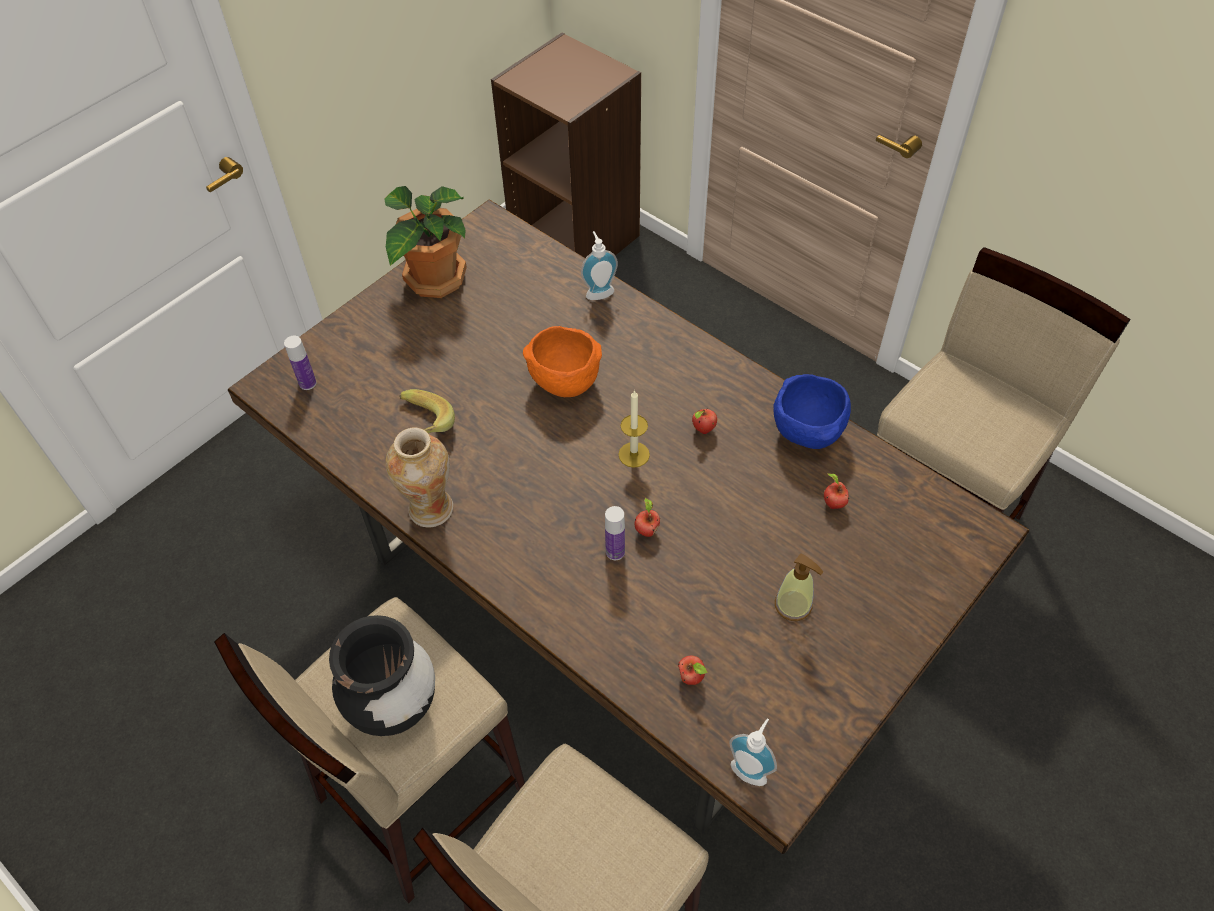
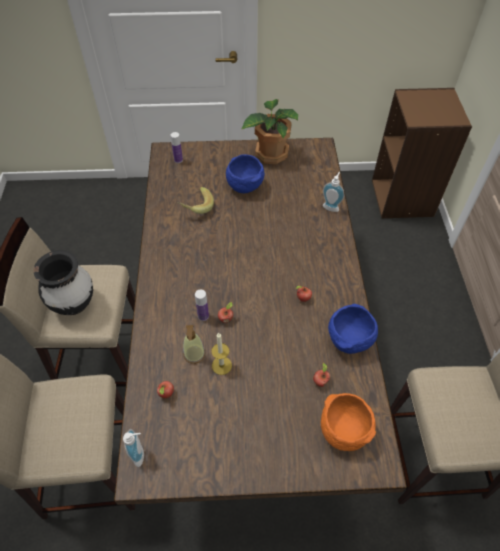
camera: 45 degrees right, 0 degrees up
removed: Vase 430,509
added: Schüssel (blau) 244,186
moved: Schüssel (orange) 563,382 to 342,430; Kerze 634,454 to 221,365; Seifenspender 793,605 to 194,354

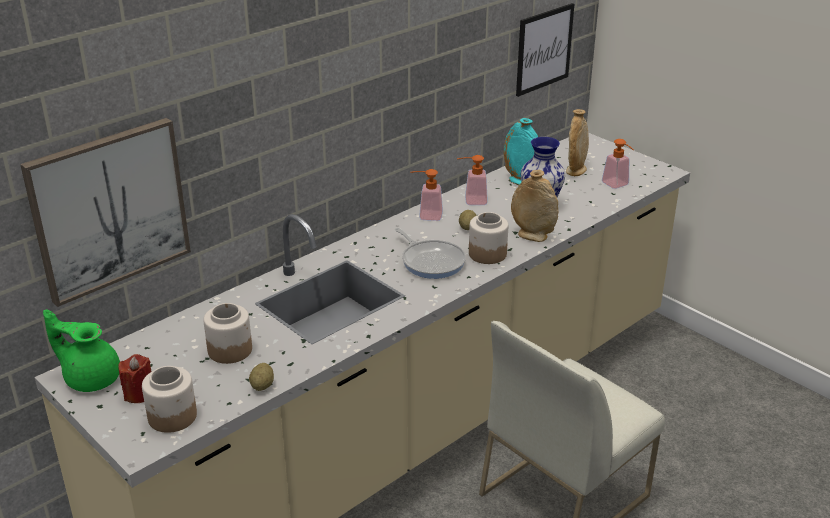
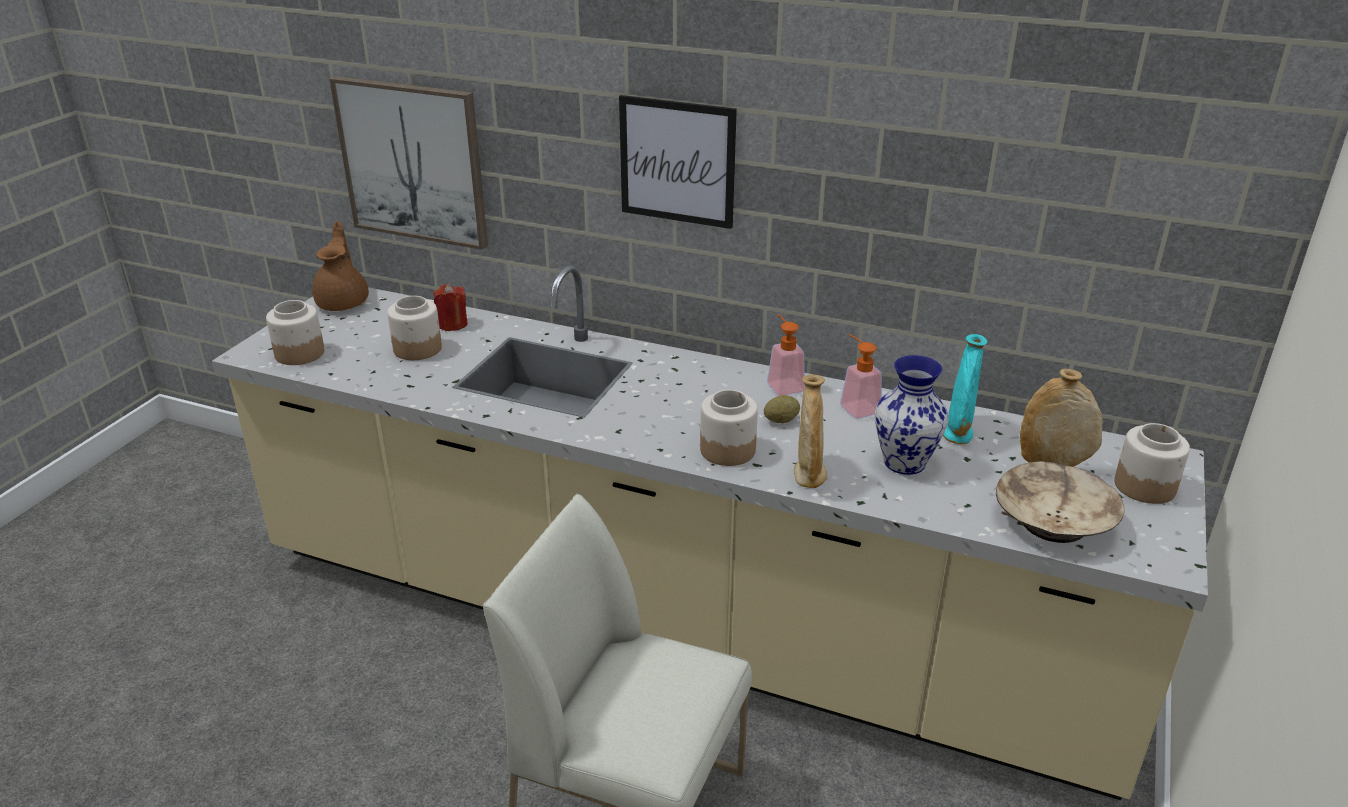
camera: 65 degrees right, 0 degrees up
removed: Kartoffel 262,386; Pfanne 431,261
added: Vorratsglas 1144,486
moved: Kerze (rot) 139,394 to 452,324; Bild 544,49 to 677,161
replaced: Seifenspender 618,185 to Schüssel (beige) 1053,522
recoloured: Teekanne (grün) 91,378 to Teekanne (braun) 344,302

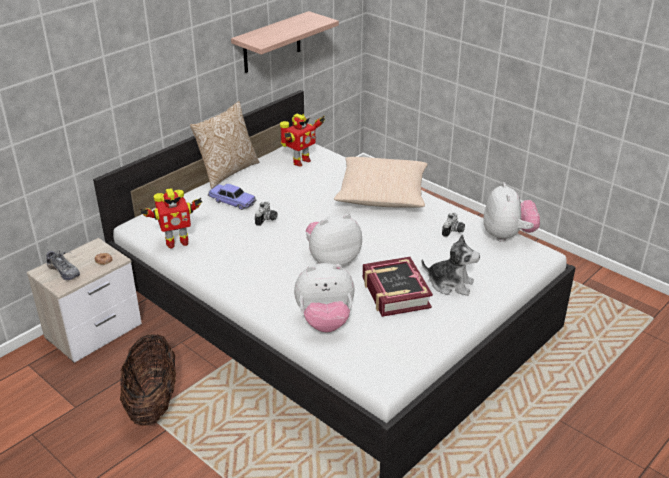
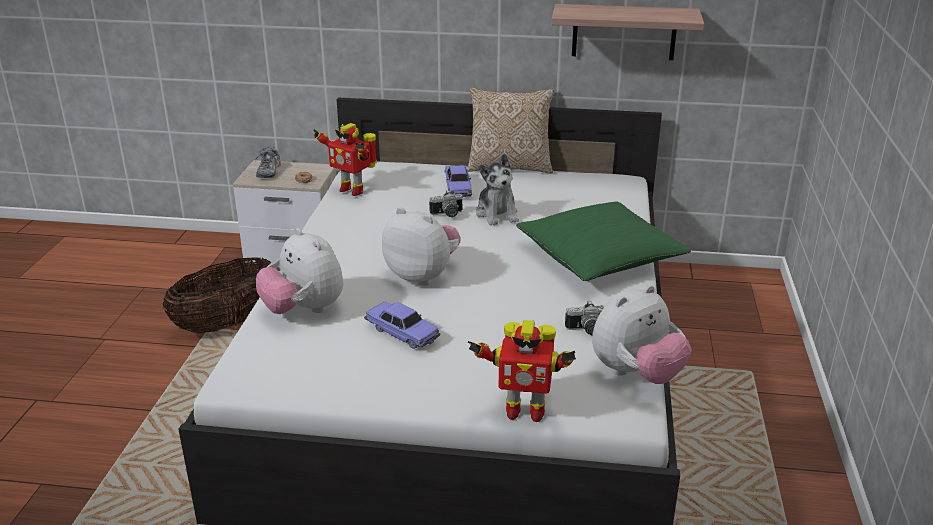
camera: 55 degrees right, 5 degrees down
moved: Spielzeugroboter 300,161 to 523,411; Plüschtier 450,284 to 497,214
replaced: Buch 395,293 to Spielzeugauto 402,333
recoloured: Kissen (beige) 382,194 to Kissen (grün) 600,257

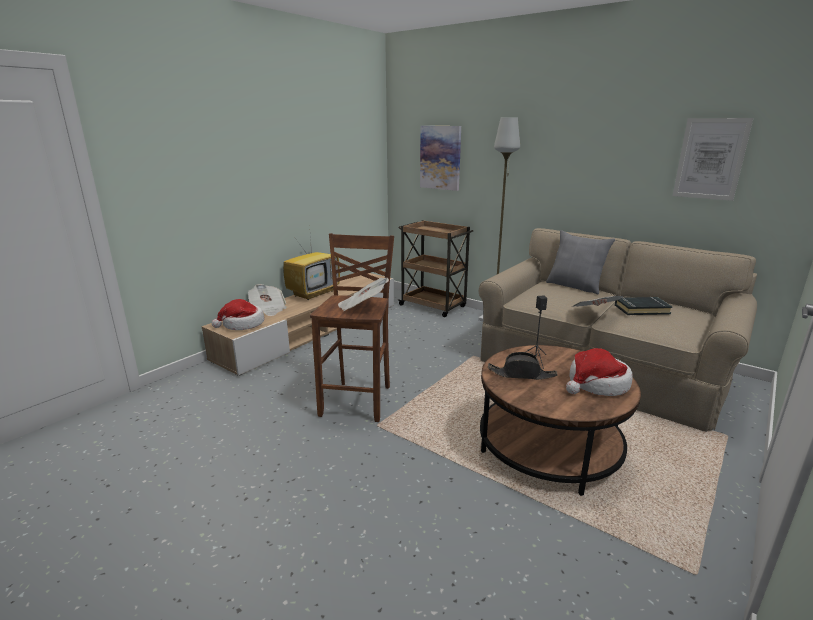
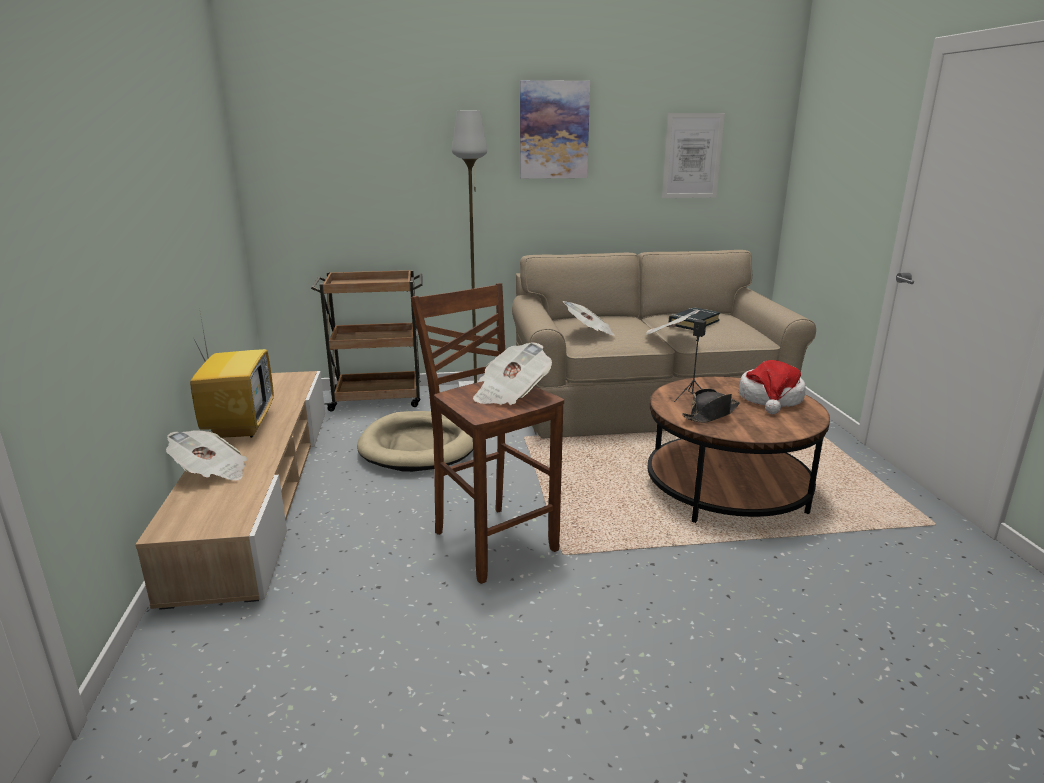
camera: 45 degrees left, 0 degrees up
removed: Hut 242,324; Kissen (grau) 575,286
added: Hundebett (beige) 420,446; Zeitung 589,332
moved: Bild 440,157 to 553,130

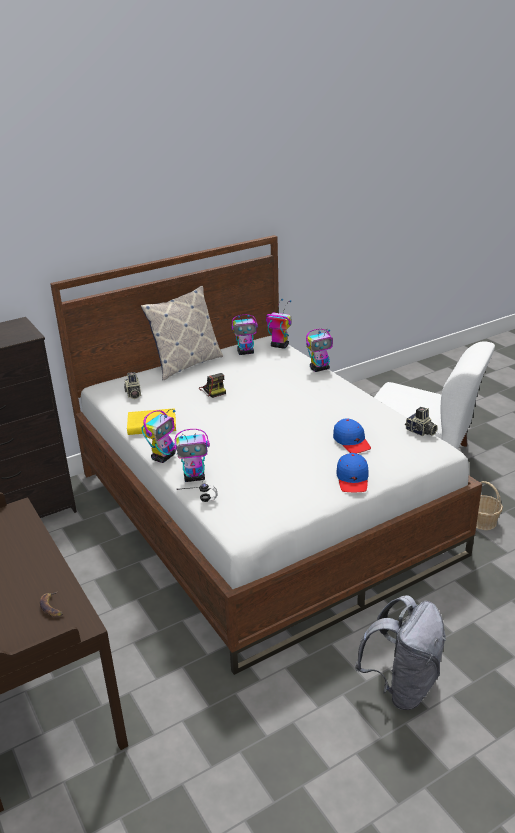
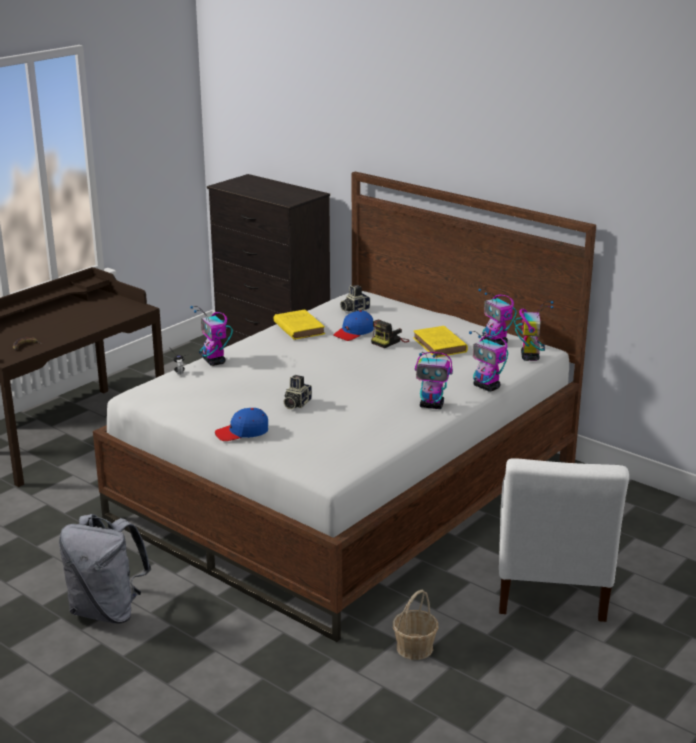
camera: 70 degrees right, 5 degrees down
removed: Kissen 186,364
added: Buch (gelb) 440,346
moved: Spielzeugroboter 163,457 to 432,405; Kappe (blau) 351,442 to 354,332; Kamera 420,432 to 296,404

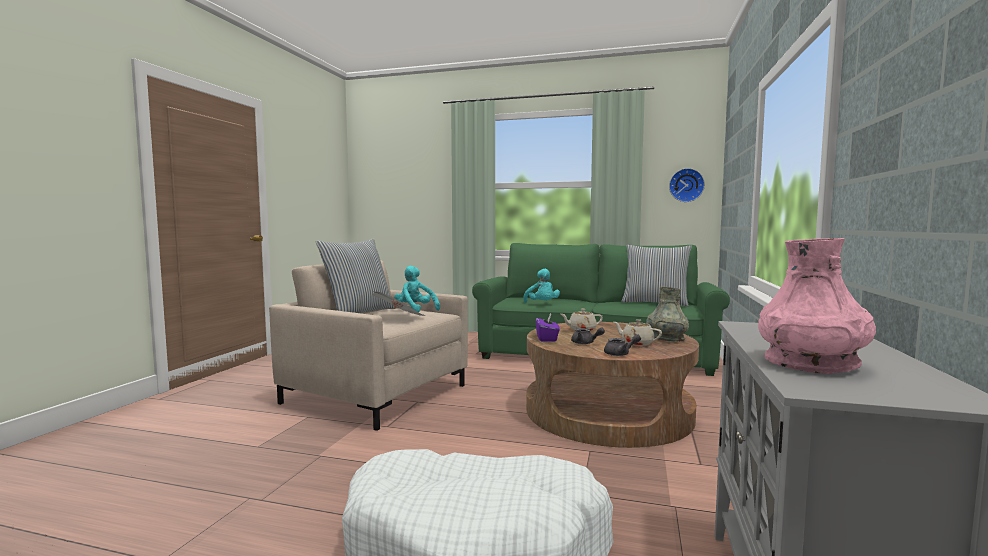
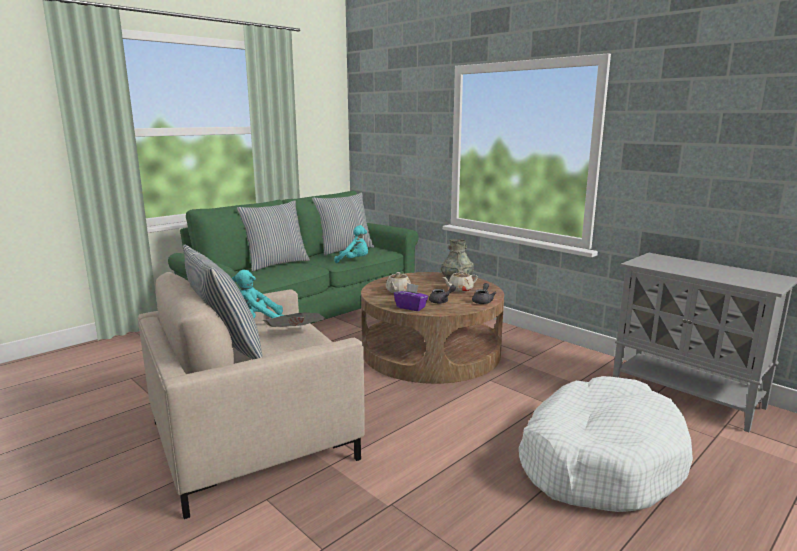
camera: 60 degrees left, 10 degrees up
removed: Wanduhr 686,185; Vase (rosa) 811,362
added: Kissen 276,264
moved: Plüschtier (türkis) 542,304 to 354,261

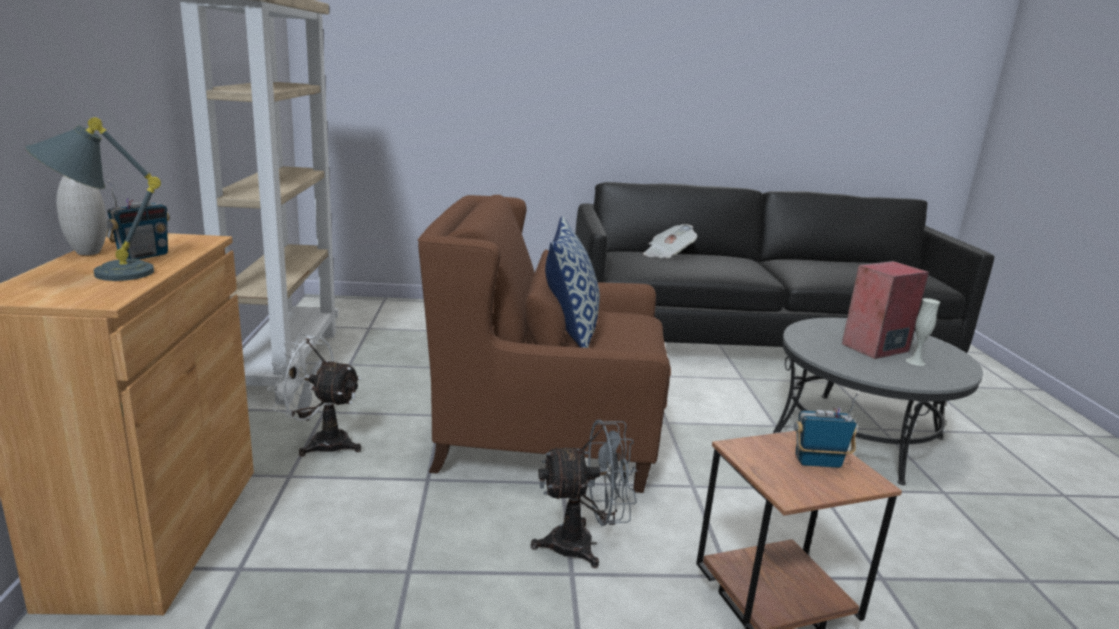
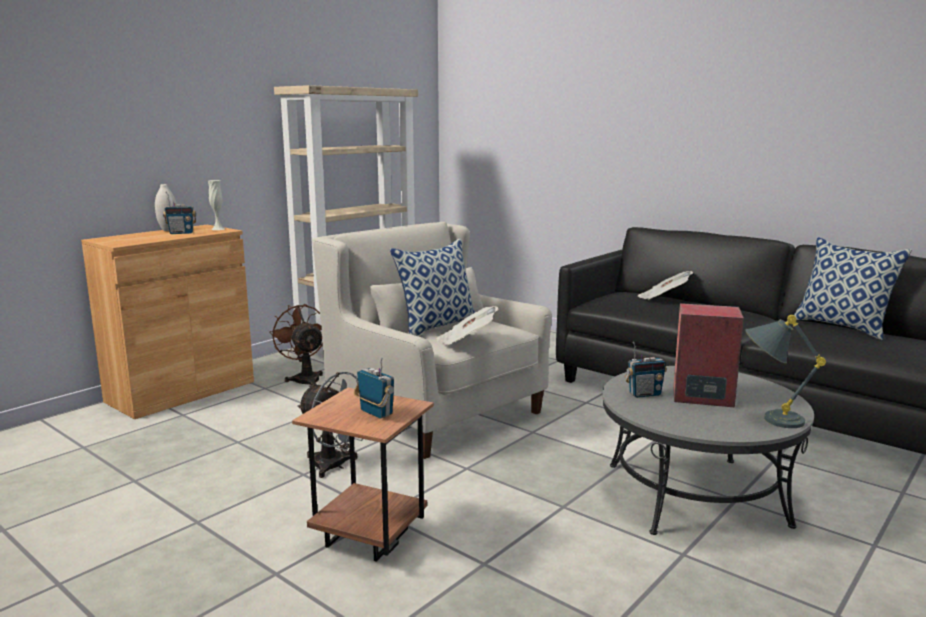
camera: 45 degrees right, 5 degrees down
added: Zeitung 466,341; Radio 644,394; Kissen 843,327
moved: Tischlampe (grau) 101,274 to 768,418; Vase (weiß) 915,361 to 218,229
recoloured: Ventilator (weiß) 321,443 to Ventilator (braun) 304,379; Sessel (braun) 545,432 to Sessel (weiß) 433,410

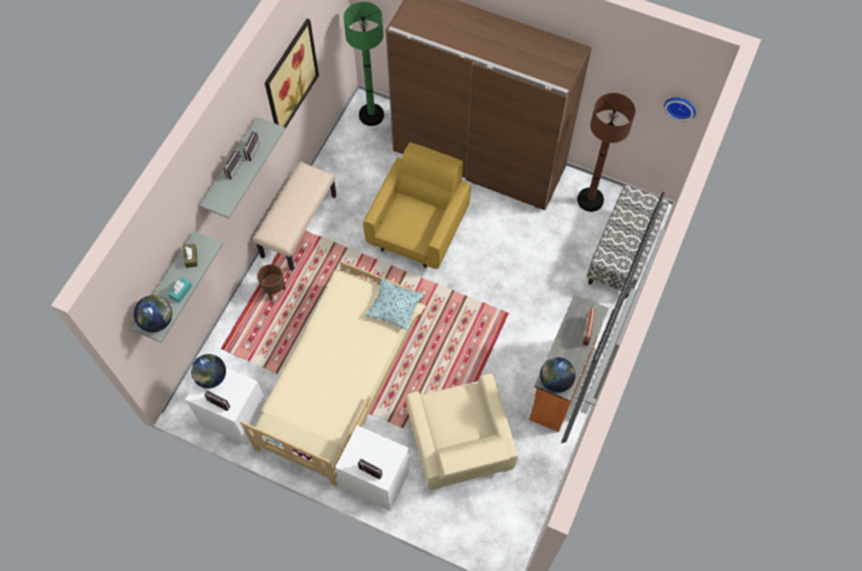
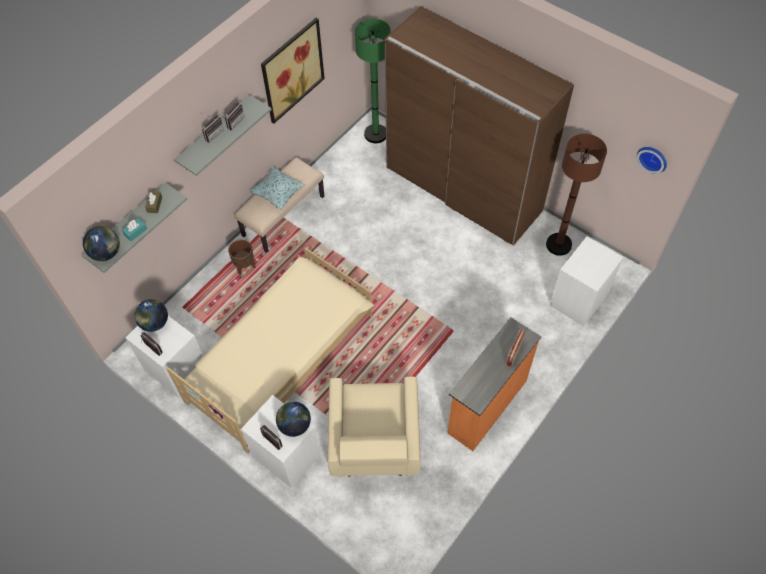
camera: 15 degrees right, 5 degrees down
removed: Sessel (gelb) 419,228
moved: Kissen 394,307 to 277,191; Globus 555,381 to 294,425
replaced: Bank 623,253 to Nachttisch (weiß) 578,299

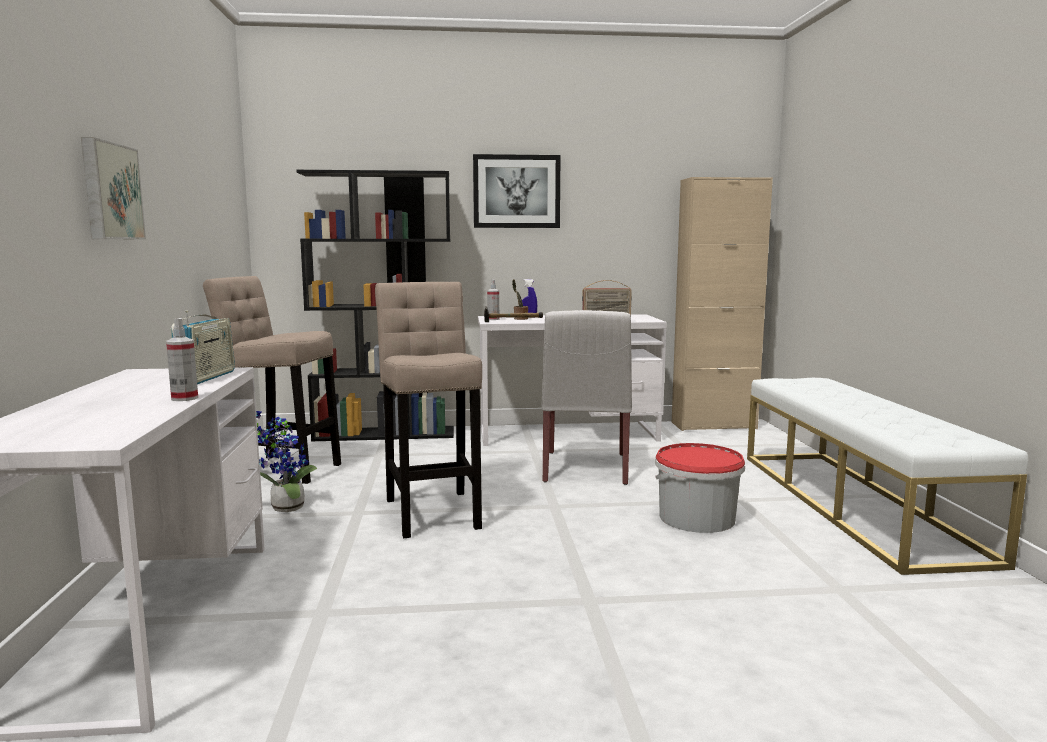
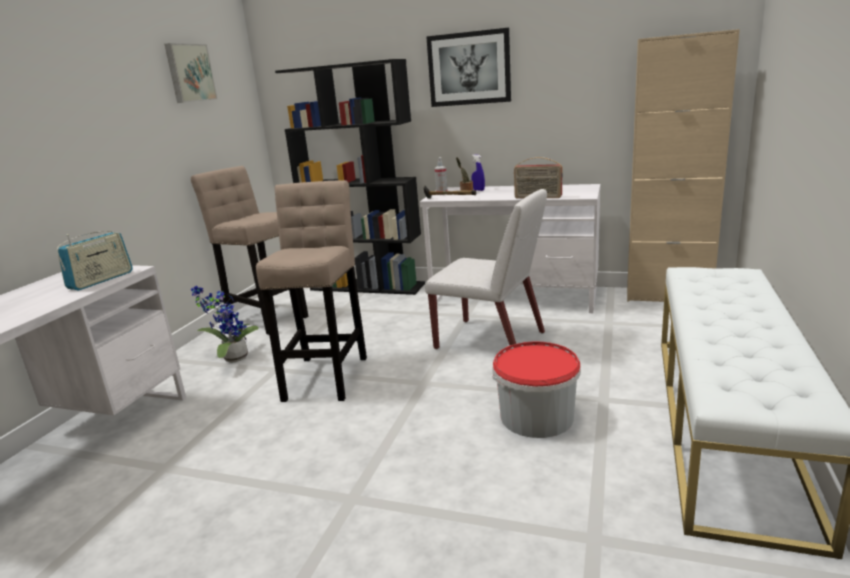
camera: 25 degrees right, 10 degrees up
removed: Sprühflasche 184,398
moved: Bild 109,192 to 189,73
turned: Stuhl (weiß) 585,468 = 491,341 90 degrees counterclockwise

